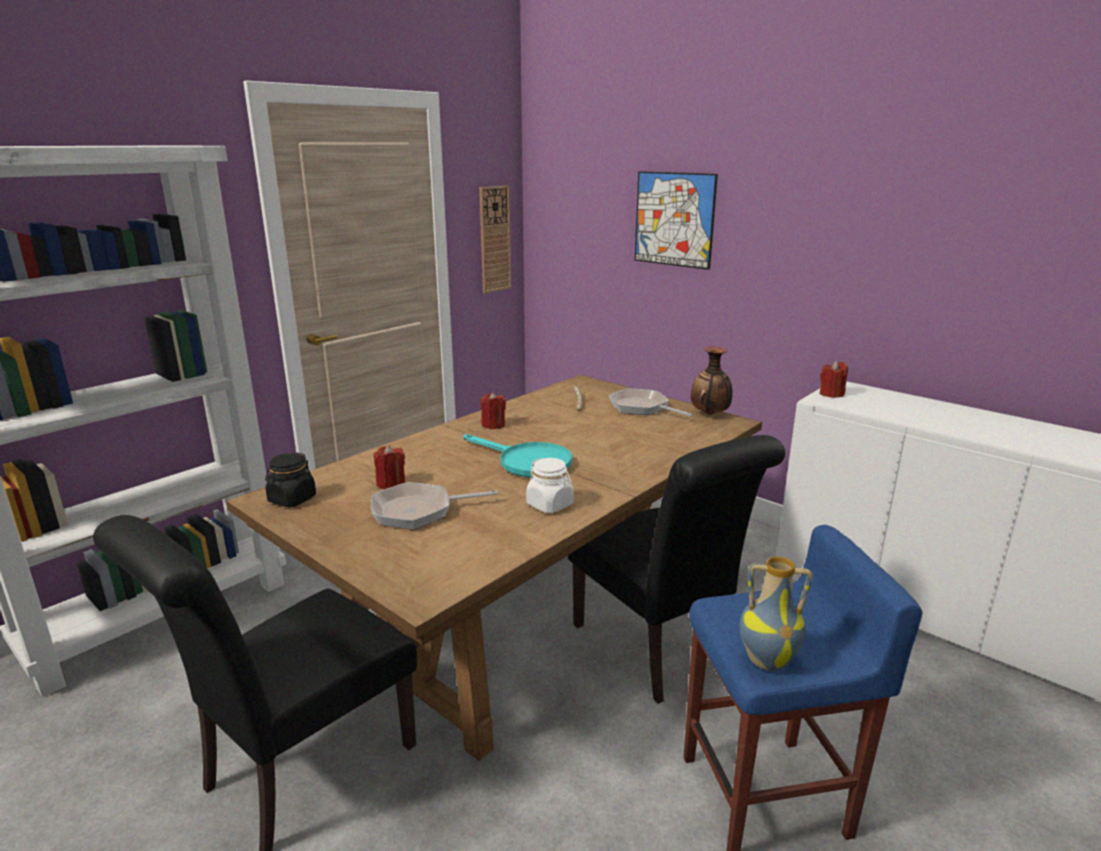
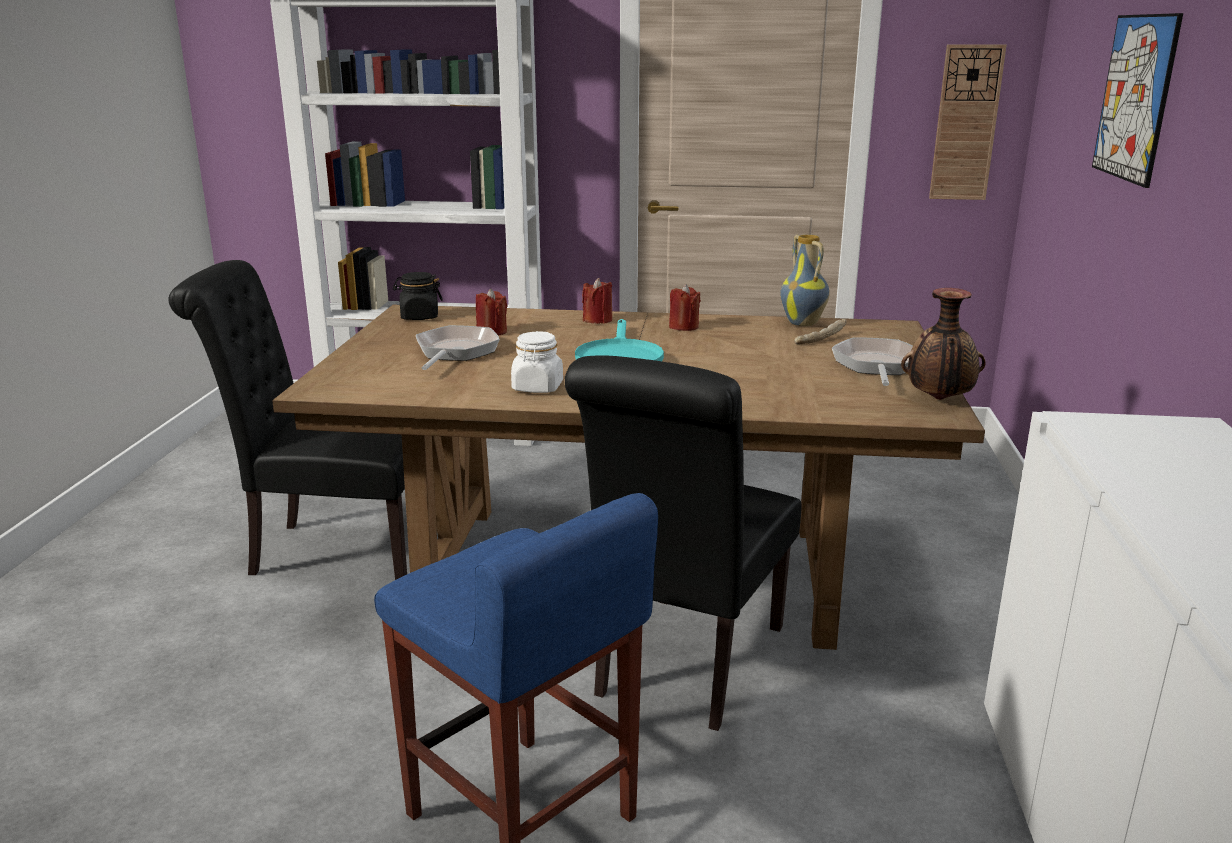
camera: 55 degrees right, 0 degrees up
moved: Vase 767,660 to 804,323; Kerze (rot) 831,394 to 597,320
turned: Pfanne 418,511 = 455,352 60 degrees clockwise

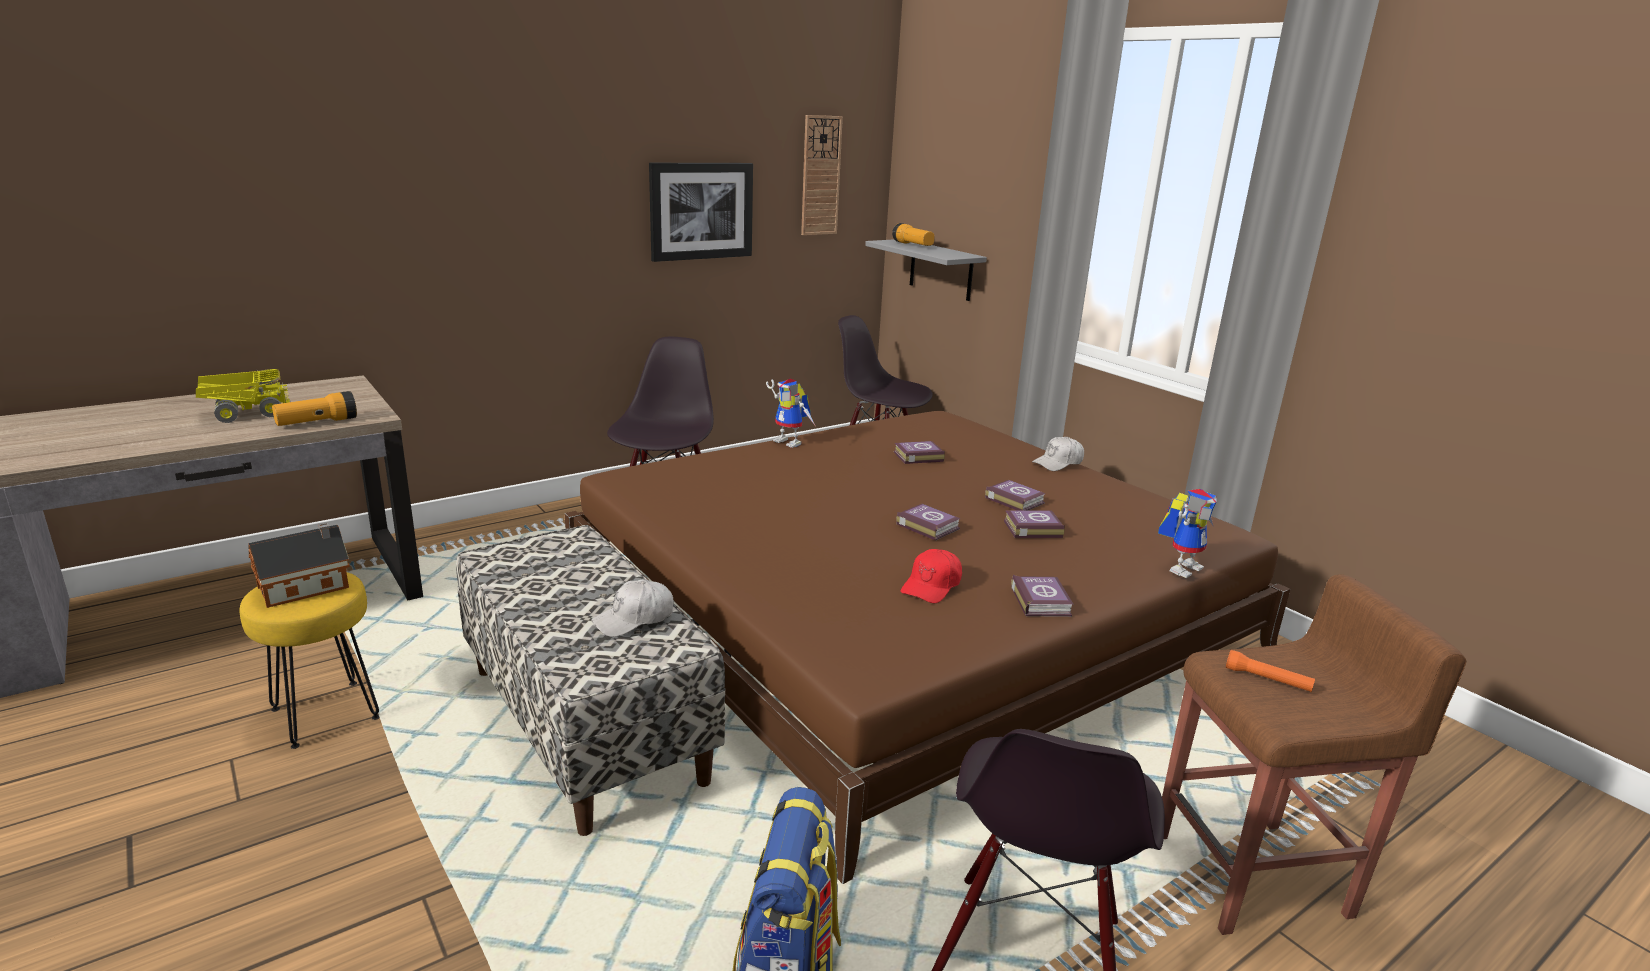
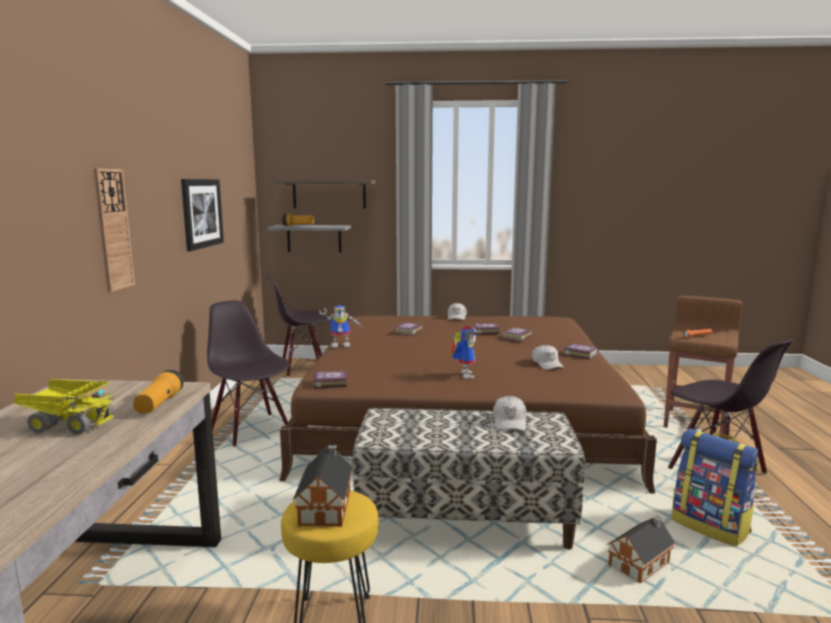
camera: 50 degrees left, 10 degrees down
added: Wandregal 329,194; Spielzeughaus 641,564
moved: Wanduhr 820,176 to 113,229; Buch 927,526 to 329,383; Spielzeugroboter 1181,567 to 463,375
recoloured: Kappe (rot) 932,586 to Kappe (weiß) 547,364
turned: Spielzeuglaster 244,414 = 70,424 90 degrees clockwise

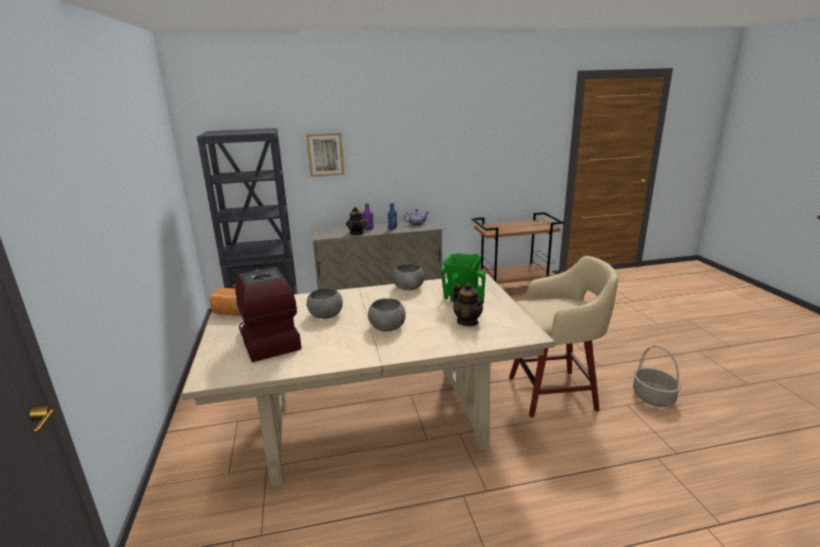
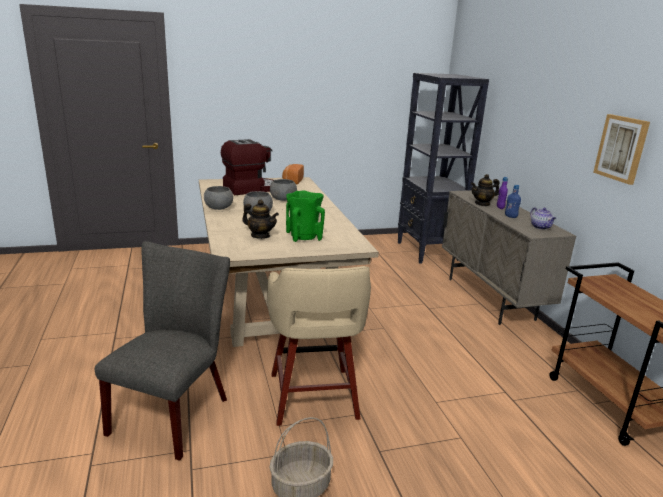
camera: 85 degrees right, 0 degrees up
added: Stuhl (grau) 175,412
moved: Bild 325,154 to 621,148; Schüssel (grau) 408,288 to 218,208
turned: Teekanne 467,321 = 260,236 120 degrees counterclockwise

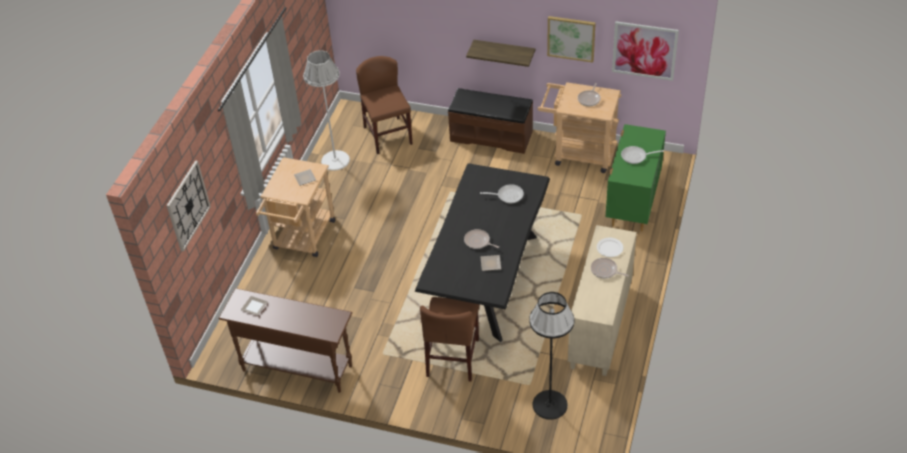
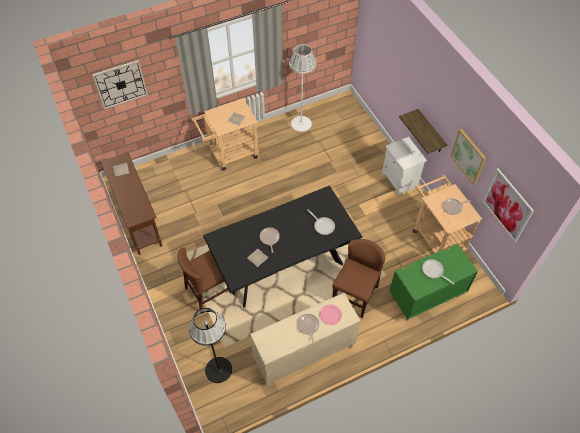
camera: 45 degrees right, 10 degrees up
moved: Stuhl (braun) 388,135 to 355,295
replaced: Bank (braun) 491,136 to Nachttisch (weiß) 400,180
recoloured: Teller (weiß) 609,248 to Teller (rosa) 330,315

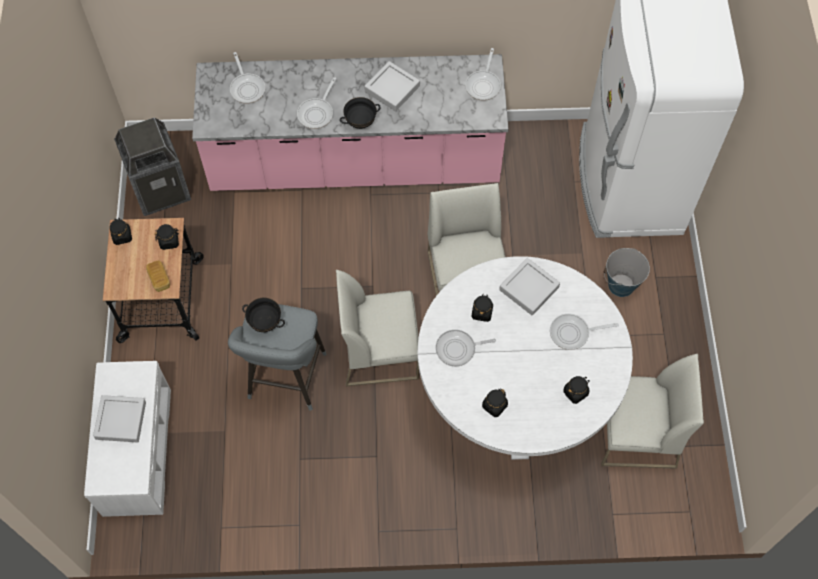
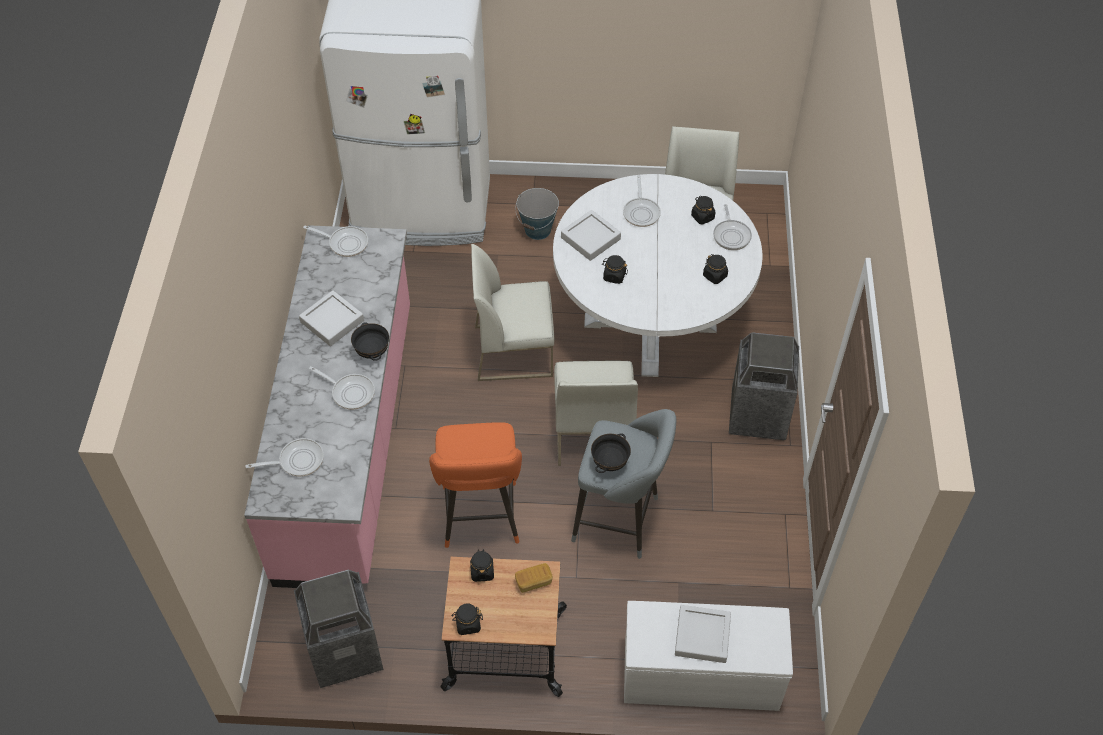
camera: 85 degrees left, 10 degrees down
added: Hocker (orange) 481,519; Mülleimer 758,415
moved: Pfanne 458,349 to 731,235

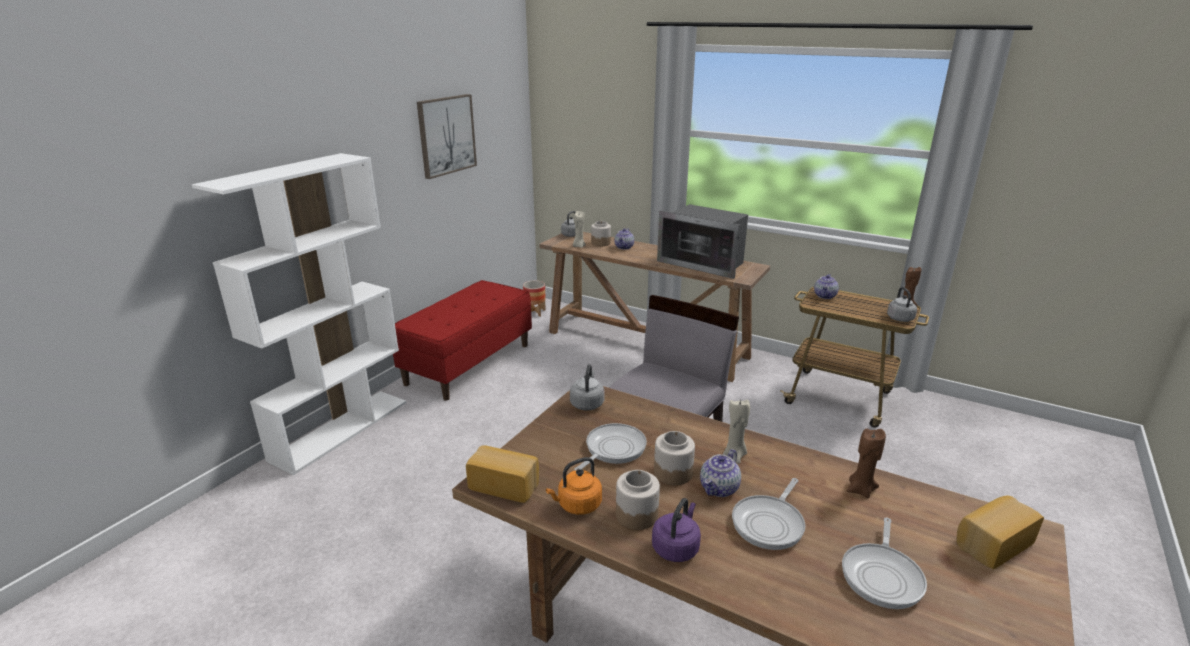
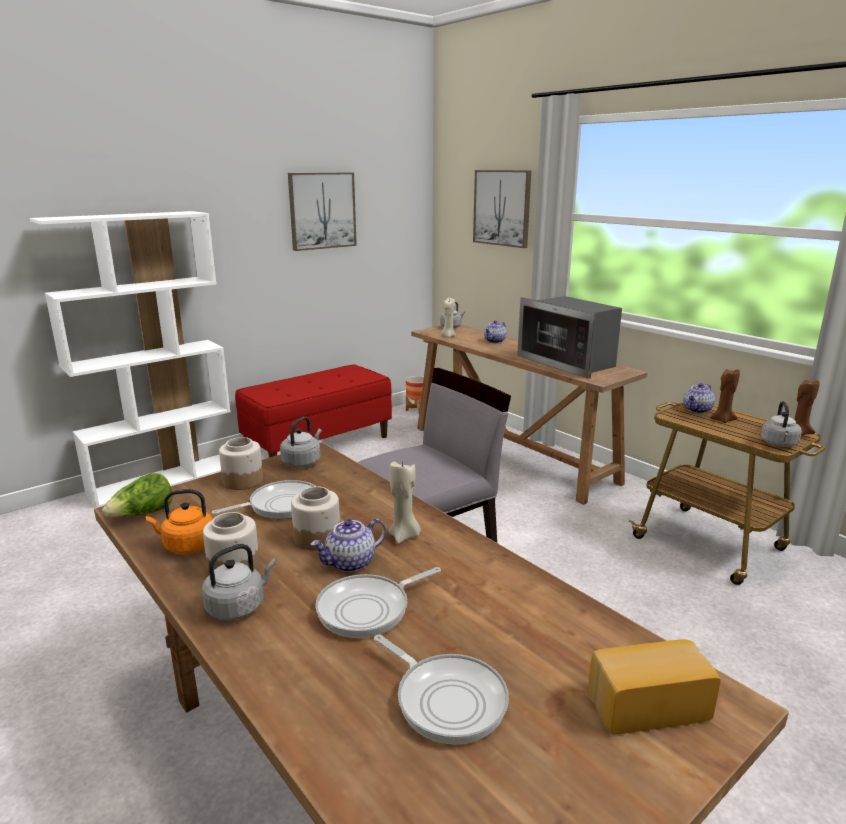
camera: 20 degrees right, 5 degrees down
added: Bild 502,208
moved: Vorratsglas 601,243 to 243,481; Kerze (braun) 860,490 to 722,420
replaced: Brot 505,484 to Salatkopf 143,514
recoloured: Wasserkessel (lila) 676,547 to Wasserkessel (grau) 238,607
turned: Pfanne 882,576 = 446,699 90 degrees counterclockwise

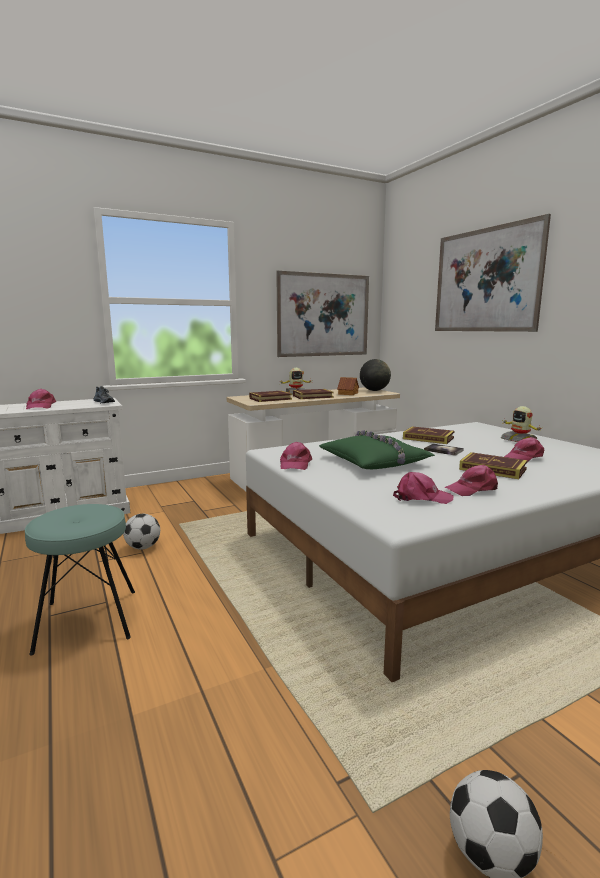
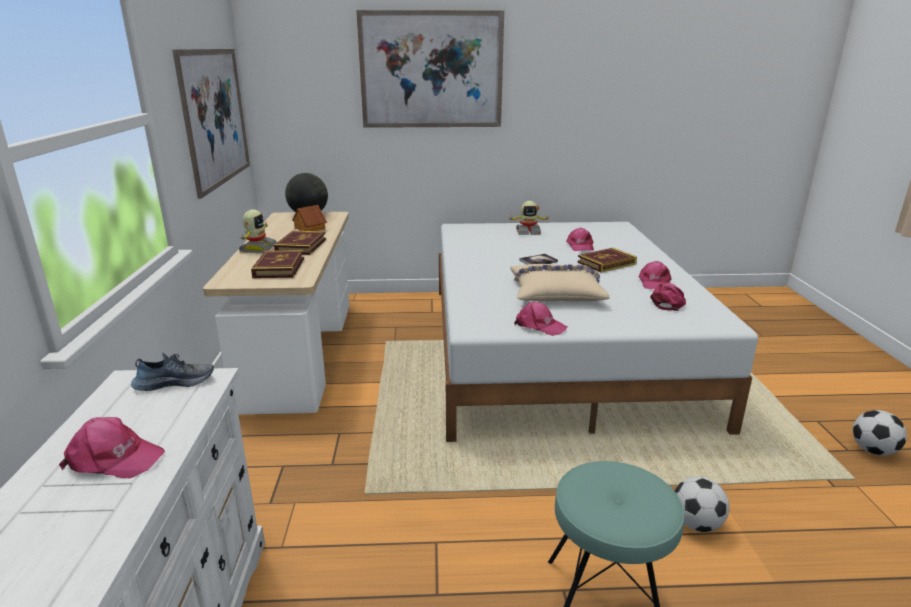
camera: 65 degrees left, 10 degrees up
removed: Buch 428,438
moved: Fußball 143,547 to 696,524
recoloured: Kissen (grün) 375,461 to Kissen (beige) 555,292

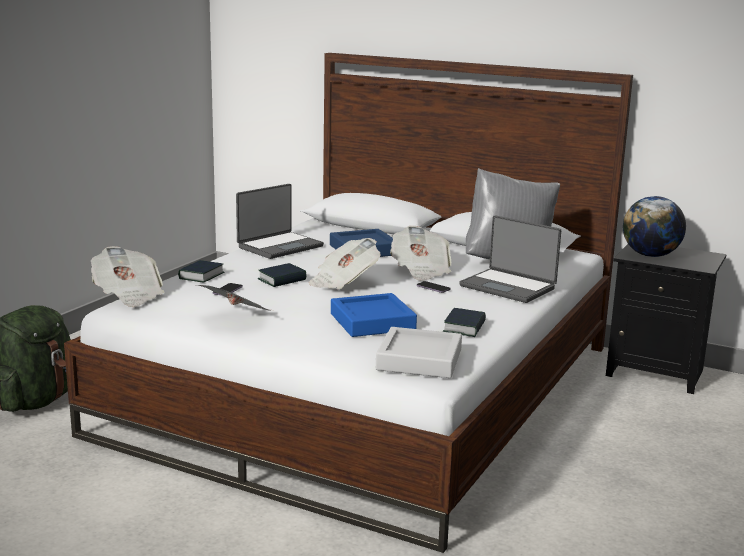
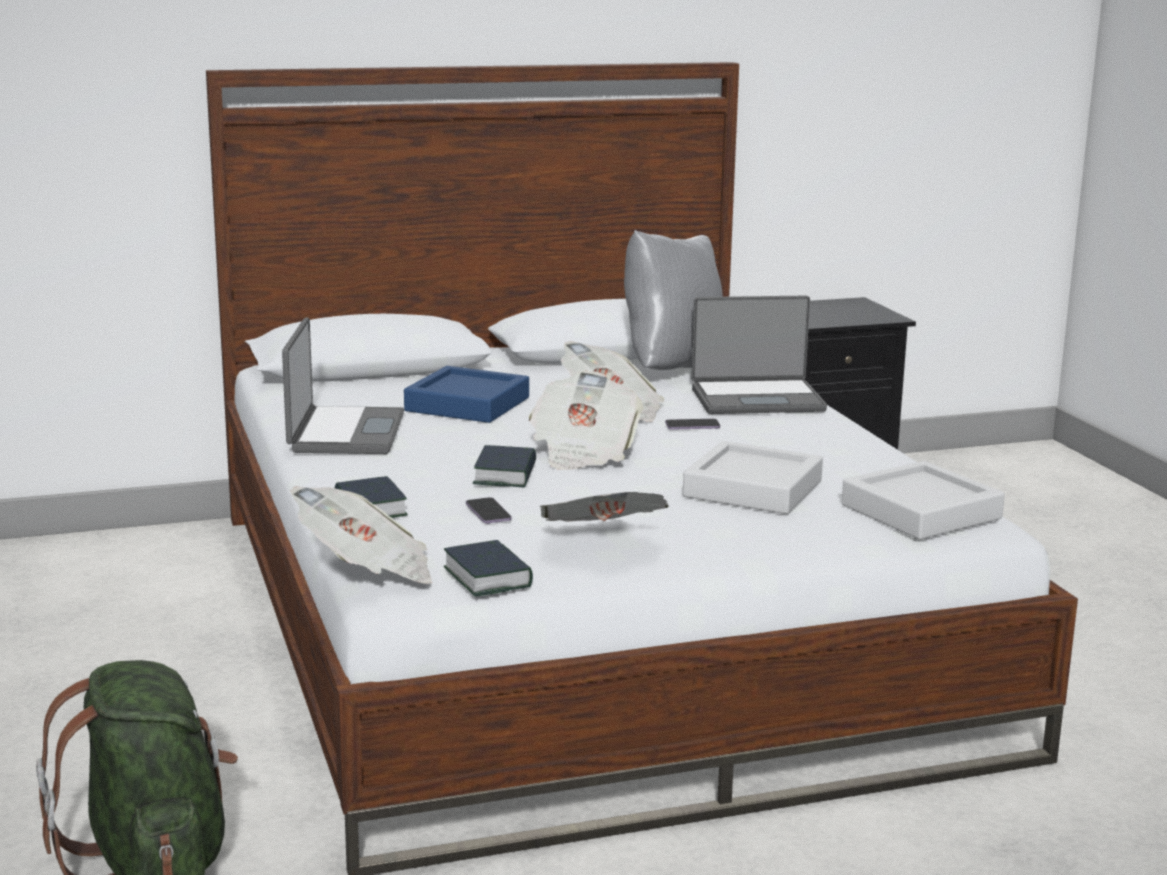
camera: 45 degrees left, 0 degrees up
removed: Globus 650,255
moved: Buch 464,327 to 487,577
recoloured: Tablett (blau) 372,322 to Tablett (grau) 753,489

